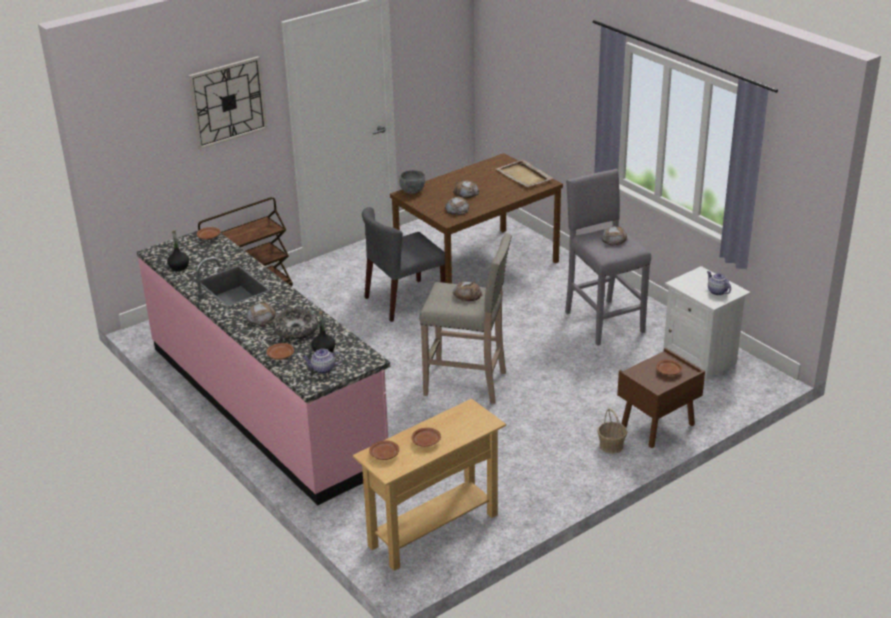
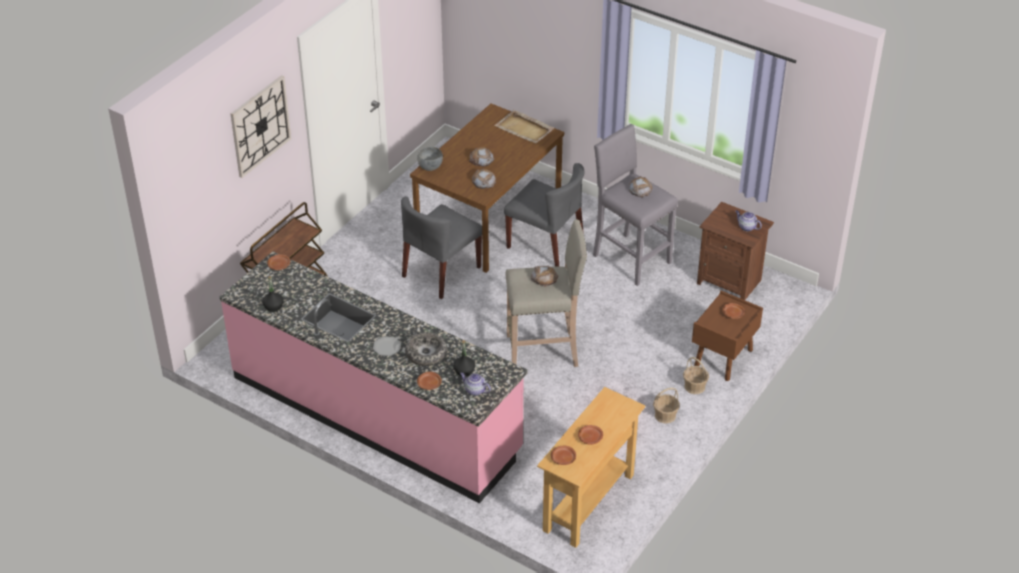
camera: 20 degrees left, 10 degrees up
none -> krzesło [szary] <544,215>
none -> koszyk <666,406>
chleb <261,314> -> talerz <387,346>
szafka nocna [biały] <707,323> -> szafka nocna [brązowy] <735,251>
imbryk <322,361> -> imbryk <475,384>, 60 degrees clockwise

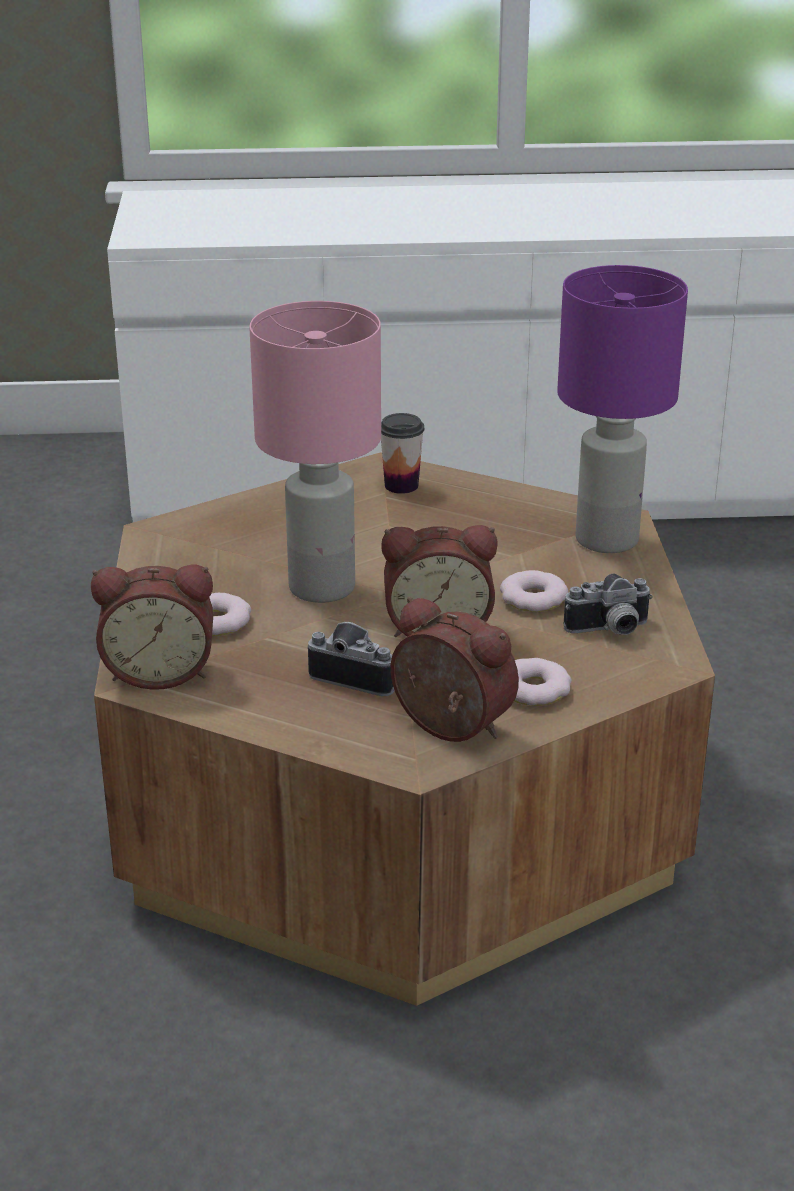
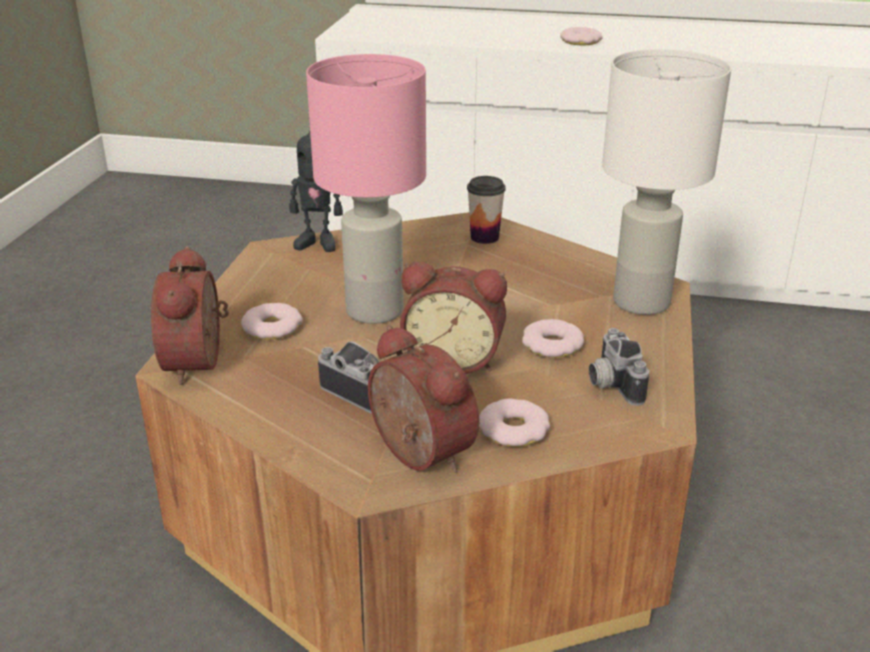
camera: 15 degrees right, 0 degrees up
none -> robot zabawkowy <316,191>
none -> donut <581,36>
lampa stołowa [fioletowy] <622,409> -> lampa stołowa [biały] <667,182>
budzik <152,627> -> budzik <190,315>, 75 degrees clockwise
aparat fotograficzny <608,604> -> aparat fotograficzny <619,367>, 75 degrees clockwise

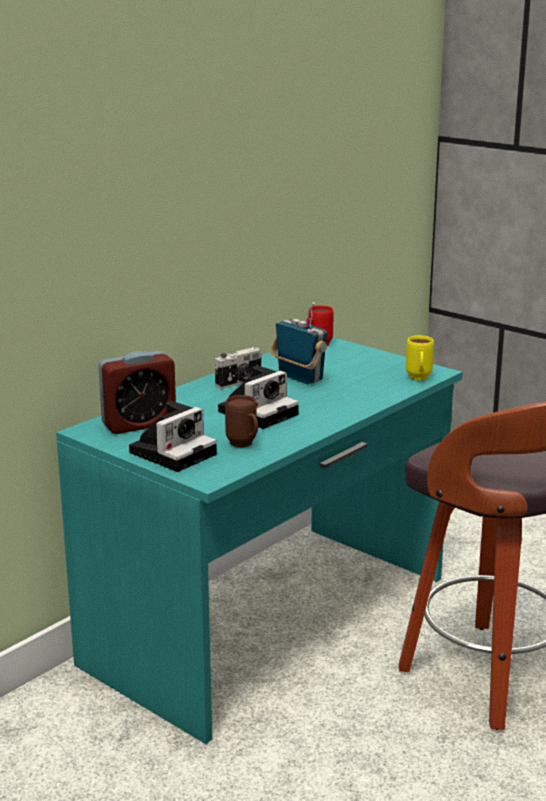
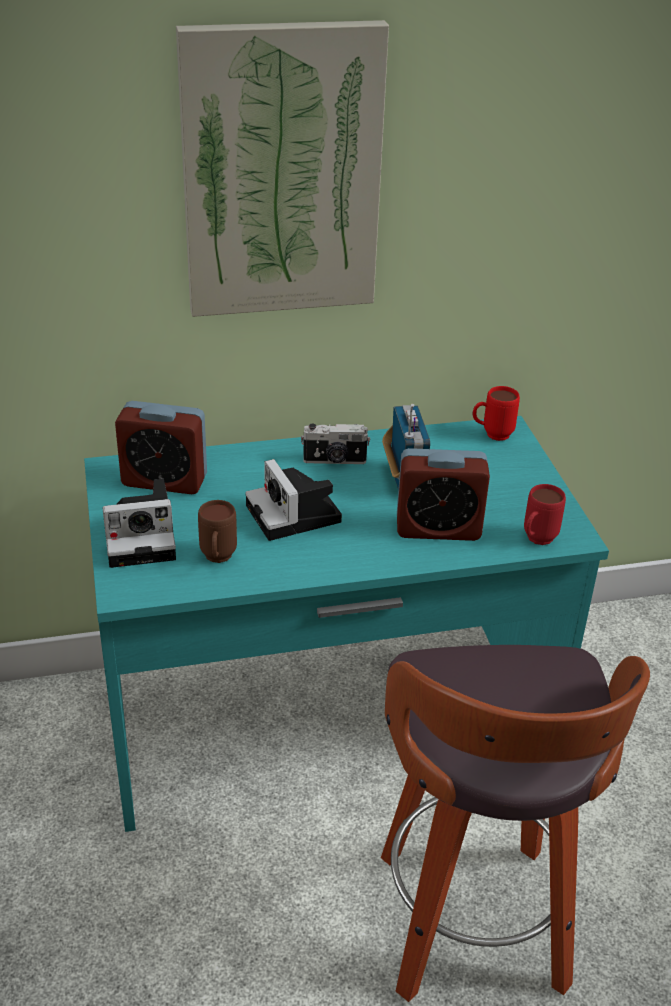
camera: 35 degrees right, 15 degrees up
none -> obraz <282,168>
none -> budzik <443,494>
kubek [żółty] <420,357> -> kubek [czerwony] <545,514>
aparat fotograficzny <258,397> -> aparat fotograficzny <294,500>, 75 degrees clockwise

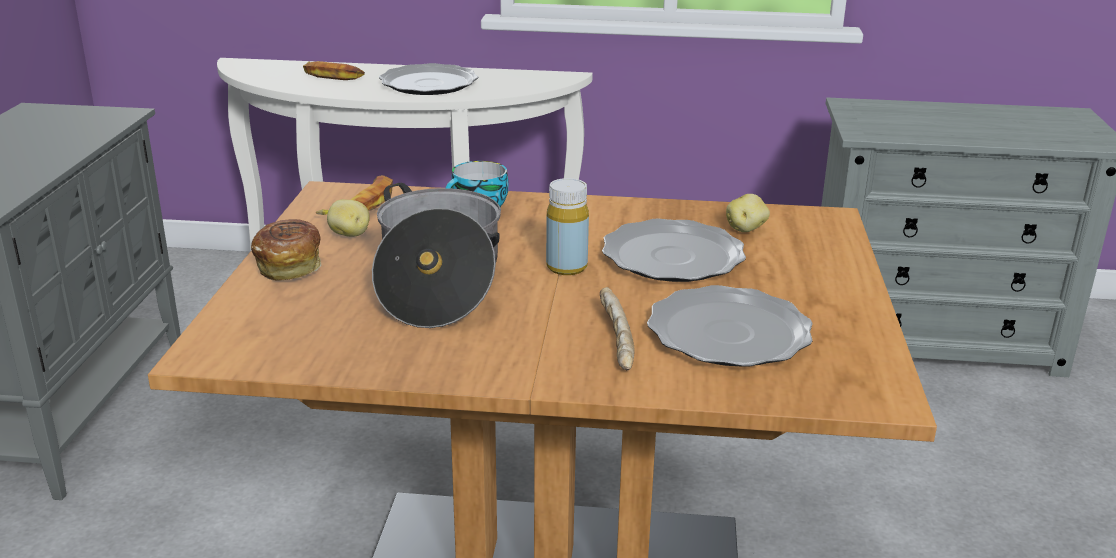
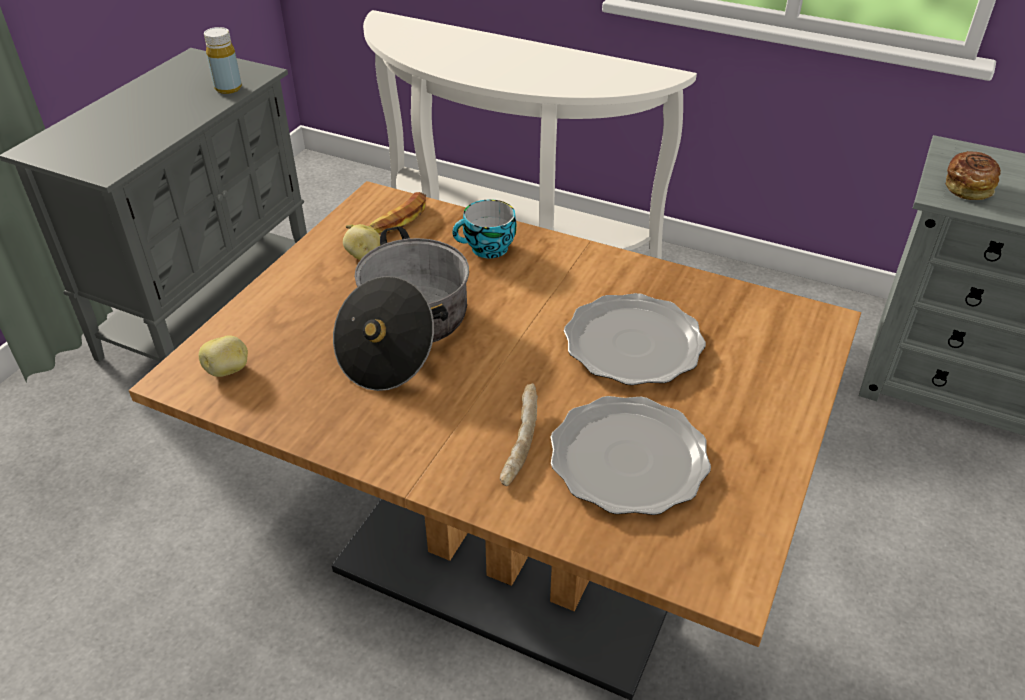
camera: 20 degrees right, 15 degrees up
banan <334,70> -> none
talerz <428,79> -> none
chleb <286,250> -> chleb <973,175>, move
butelka [żółty] <567,226> -> butelka [żółty] <223,60>, move
ziemniak <748,213> -> ziemniak <223,356>, move

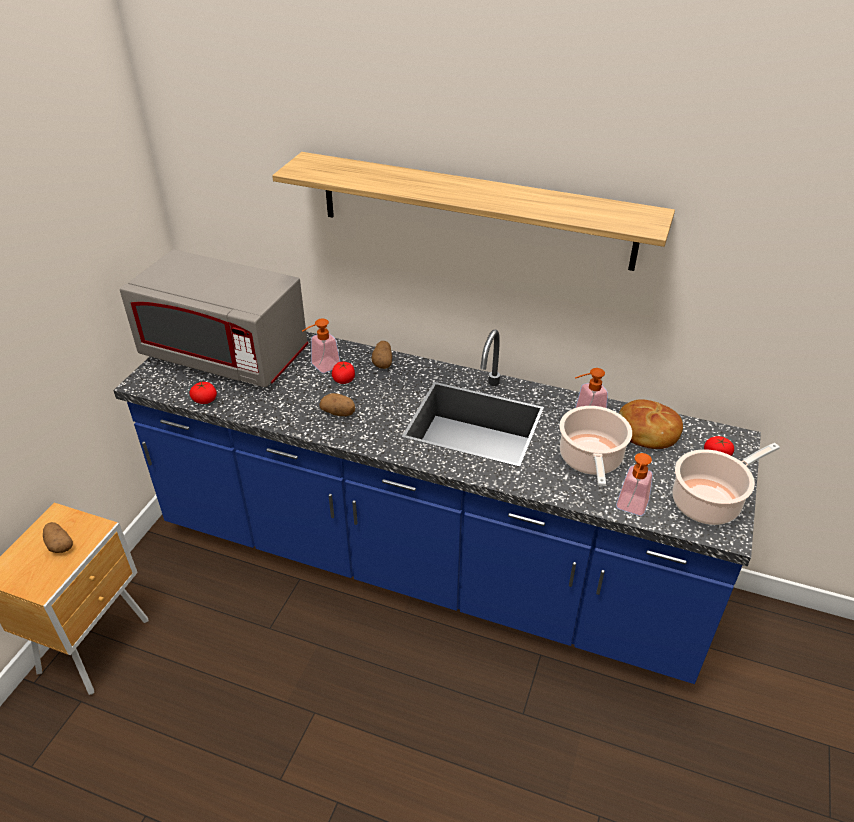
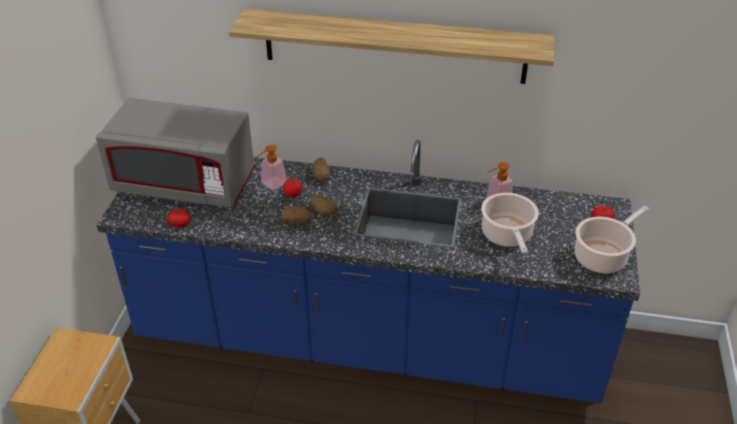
camera: 10 degrees left, 0 degrees up
dozownik mydła <634,484> -> none
chleb <651,424> -> none
ziemniak <58,537> -> ziemniak <324,205>, move

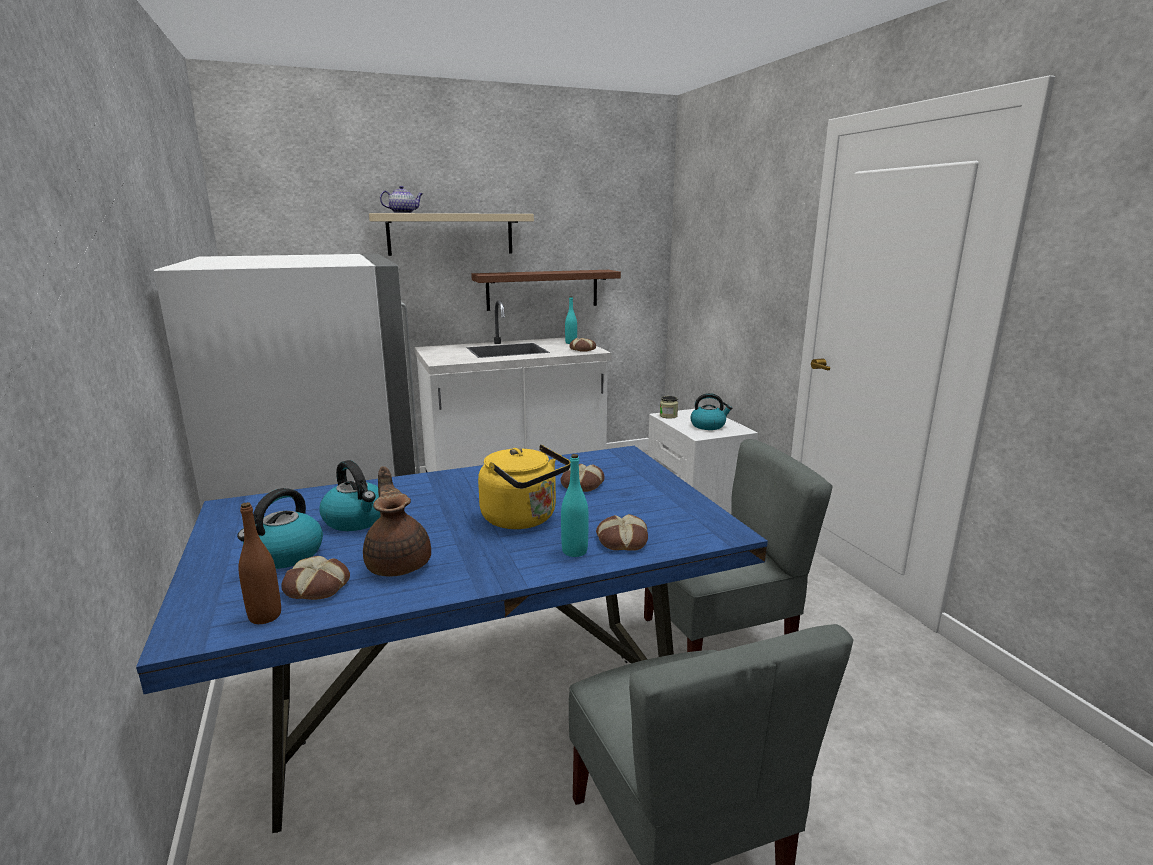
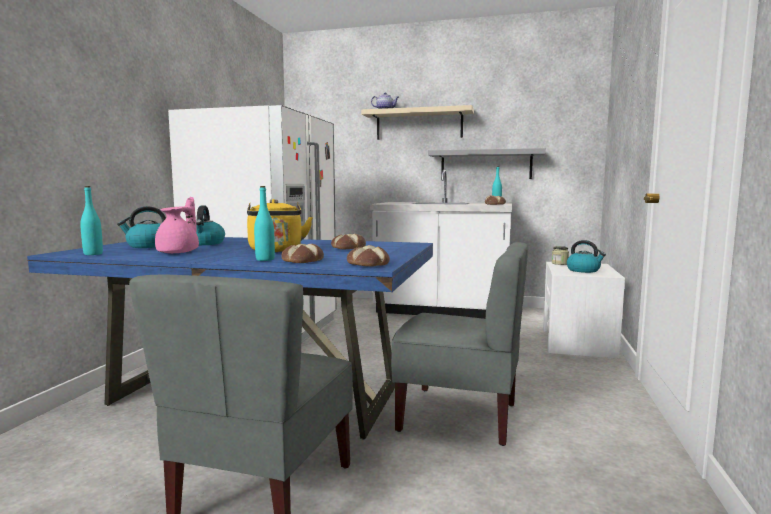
camera: 35 degrees right, 10 degrees down
chleb <315,578> -> chleb <368,256>, move
butelka [brązowy] <259,563> -> butelka [turkusowy] <91,220>
imbryk [brązowy] <397,522> -> imbryk [różowy] <177,225>
półka [brązowy] <546,290> -> półka [szary] <487,163>

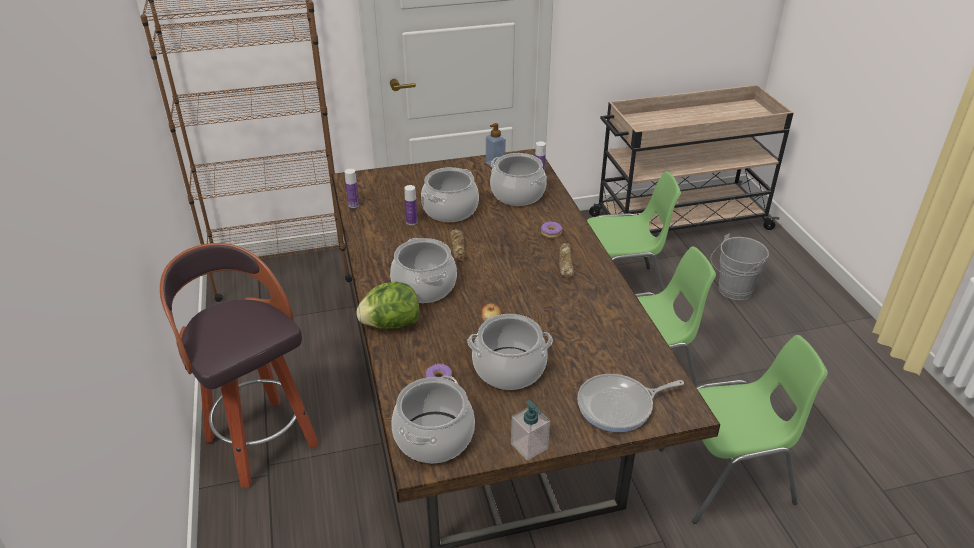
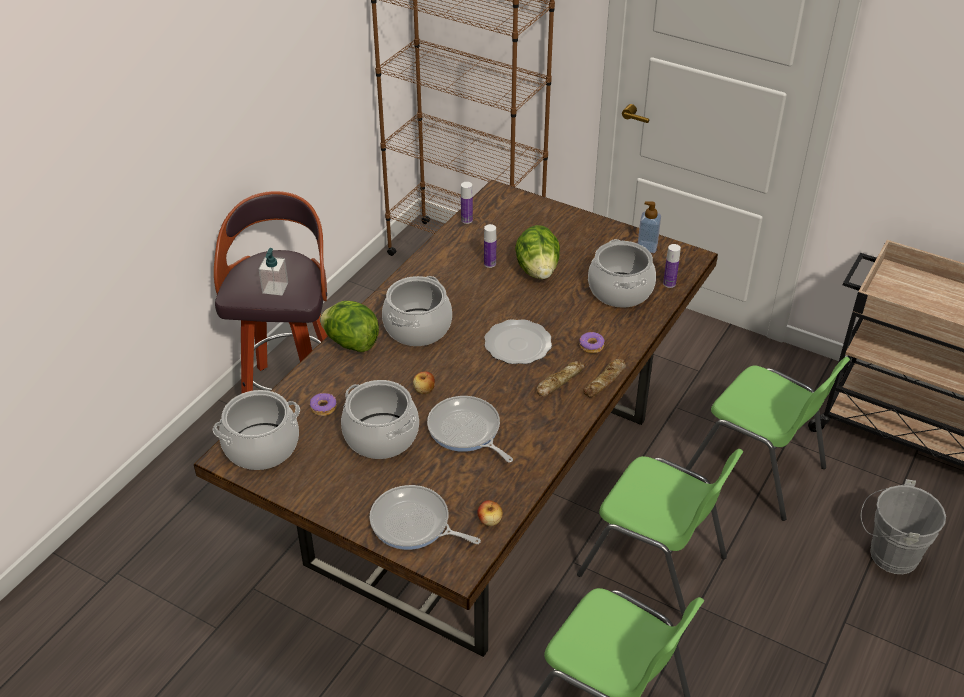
camera: 45 degrees right, 5 degrees up
none -> patelnia <470,429>
none -> jabłko <490,513>
none -> talerz <518,341>
chleb <457,245> -> chleb <604,378>, move
dozownik mydła <530,430> -> dozownik mydła <273,271>, move
garnek <450,194> -> sałata <537,252>

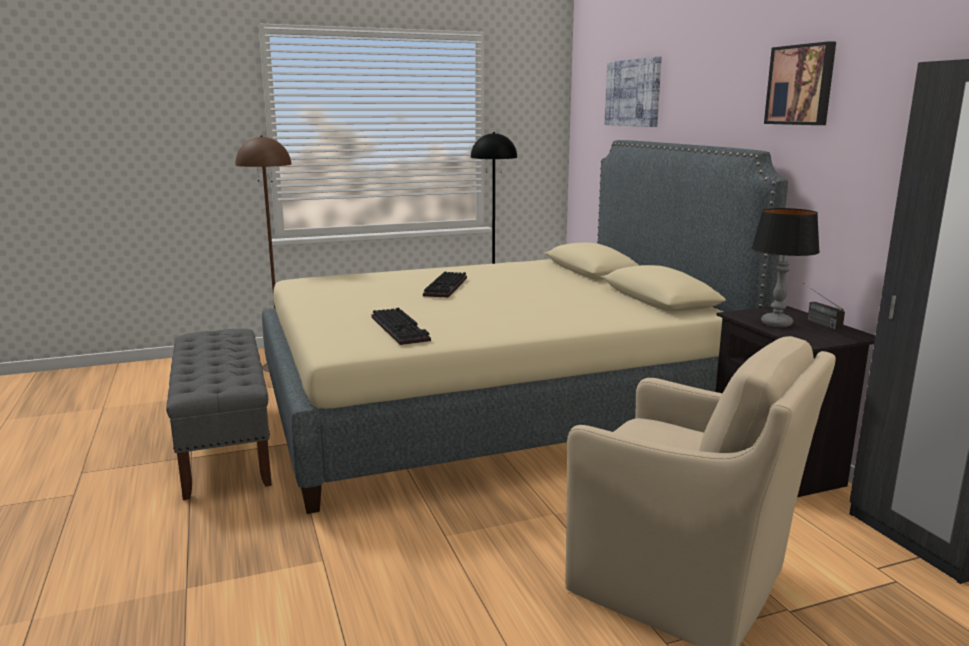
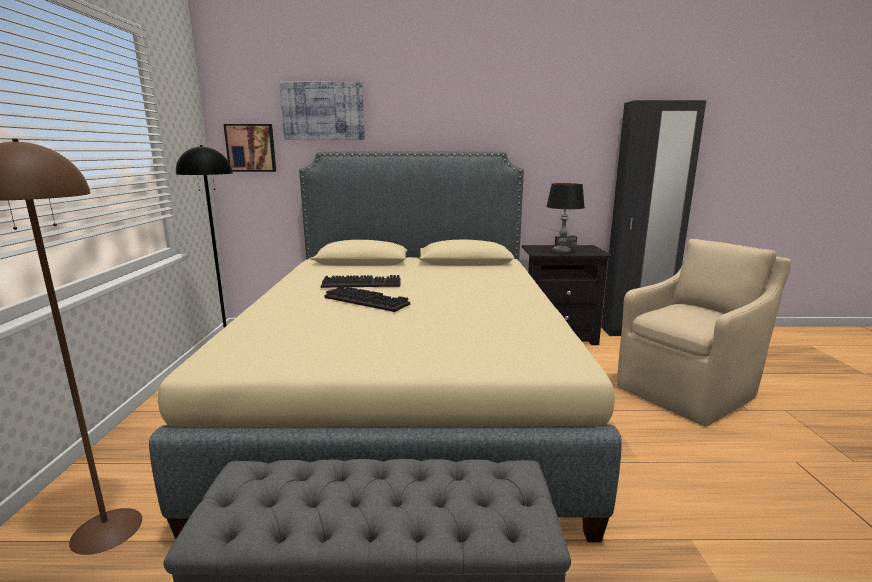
camera: 70 degrees left, 0 degrees up
klawiatura <401,326> -> klawiatura <361,281>, move
obraz <800,83> -> obraz <249,148>, move

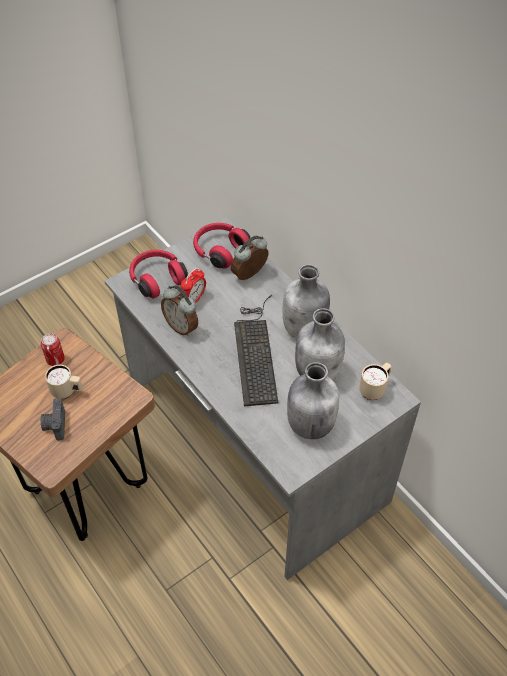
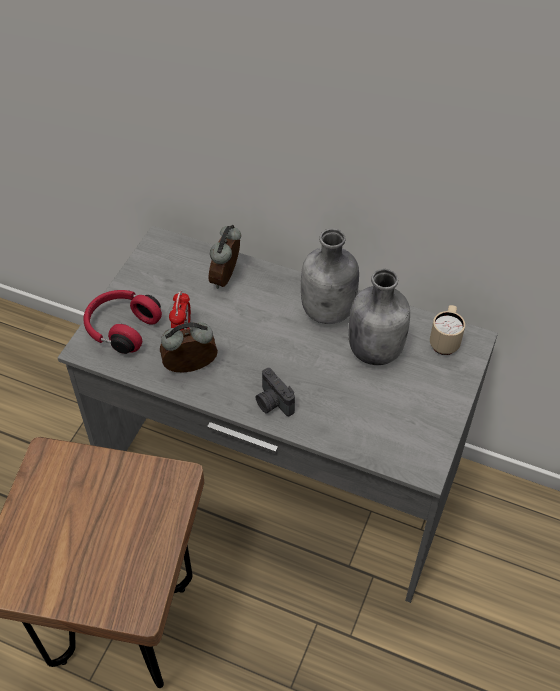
camera: 30 degrees left, 0 degrees up
puszka <53,349> -> none
kubek [beżowy] <64,382> -> none
słuchawki [czerwony] <221,246> -> none
klawiatura <256,350> -> none
butelka [szary] <313,400> -> none
aparat fotograficzny <53,419> -> aparat fotograficzny <275,392>, move
budzik <179,311> -> budzik <189,347>, 150 degrees clockwise

